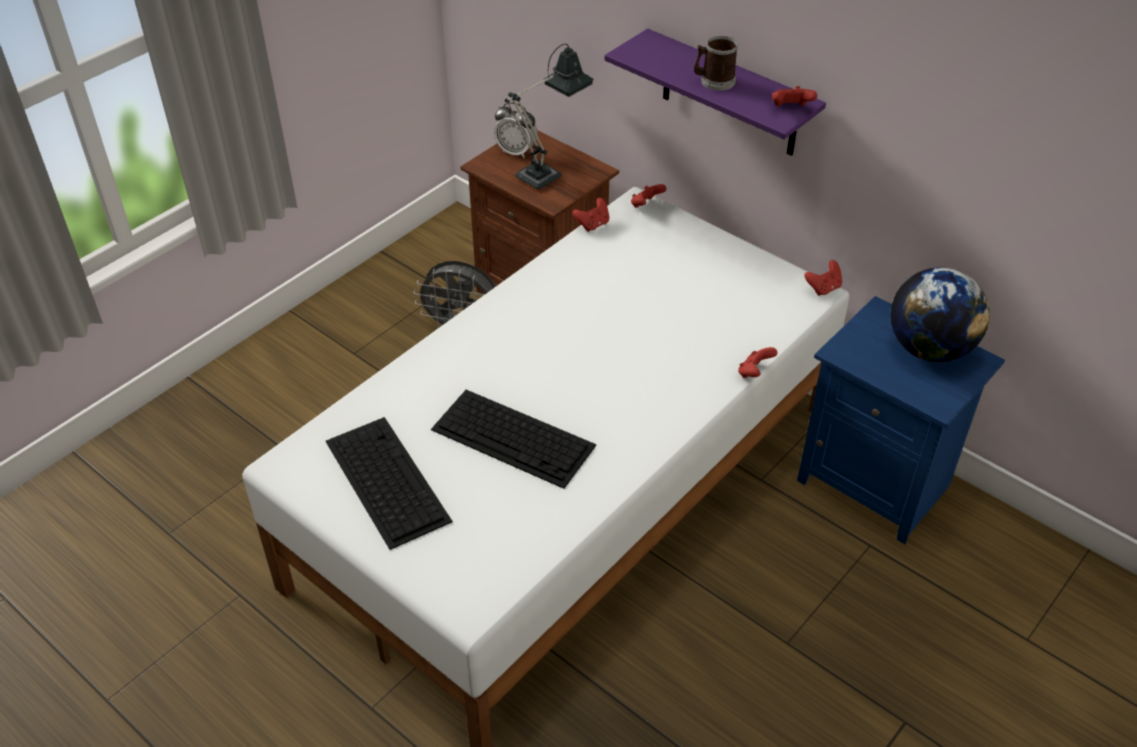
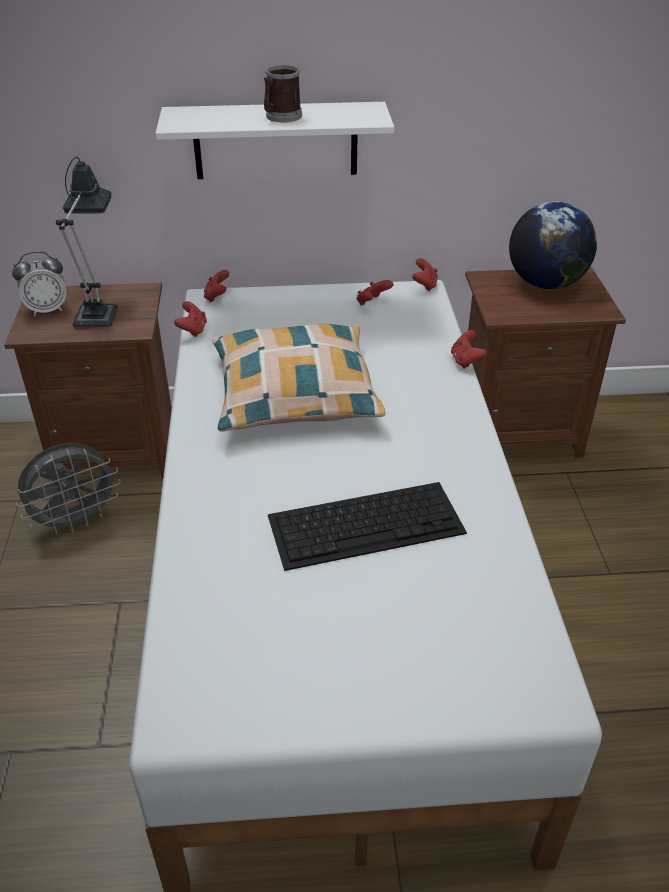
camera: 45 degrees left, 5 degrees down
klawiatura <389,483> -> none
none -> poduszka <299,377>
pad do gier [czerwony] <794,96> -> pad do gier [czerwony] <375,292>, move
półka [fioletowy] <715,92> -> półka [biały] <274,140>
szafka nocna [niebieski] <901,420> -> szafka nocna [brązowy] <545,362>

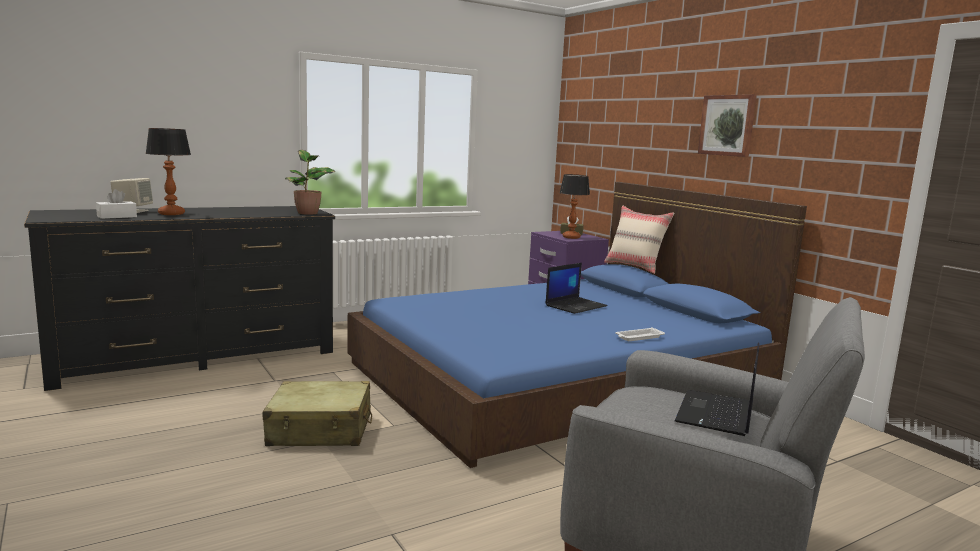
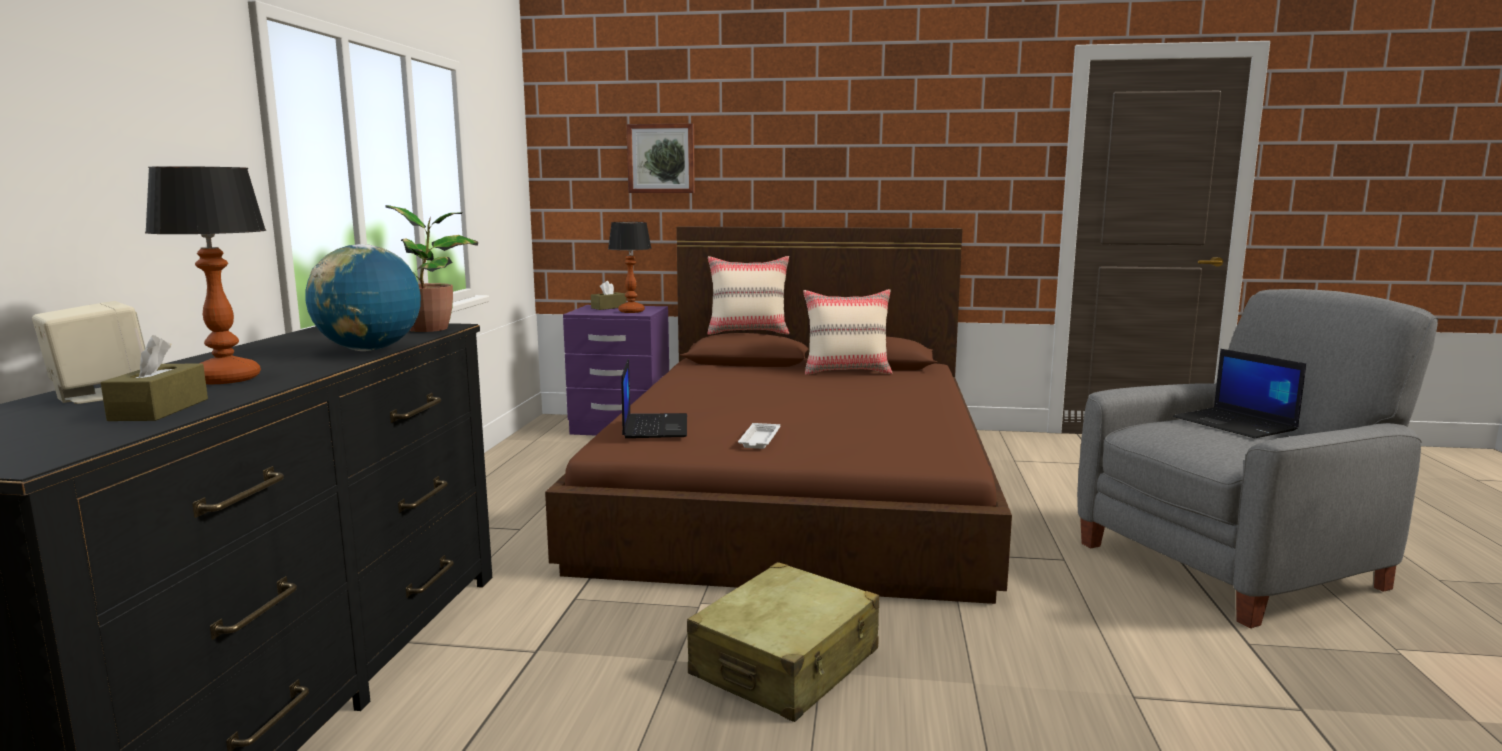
camera: 50 degrees left, 0 degrees up
none -> globus <363,297>
none -> poduszka [beżowy] <848,332>
laptop <576,288> -> laptop <654,398>, move
taca [biały] <640,334> -> taca [biały] <759,436>, move
obraz <727,125> -> obraz <661,158>, move
pudełko chusteczek [biały] <116,204> -> pudełko chusteczek [brązowy] <154,378>
łóżko [niebieski] <577,325> -> łóżko [brązowy] <778,415>

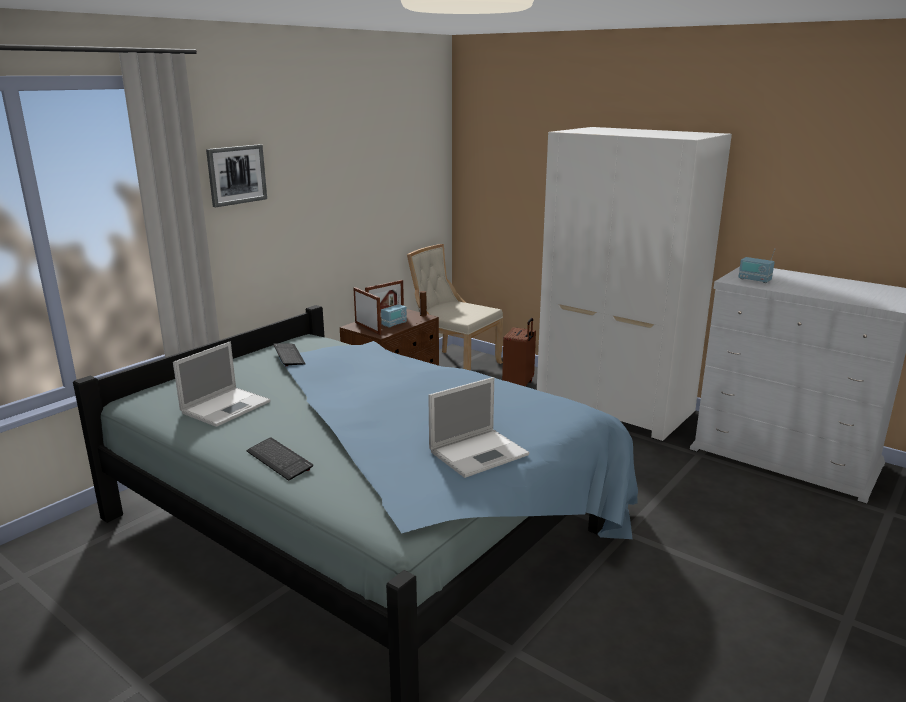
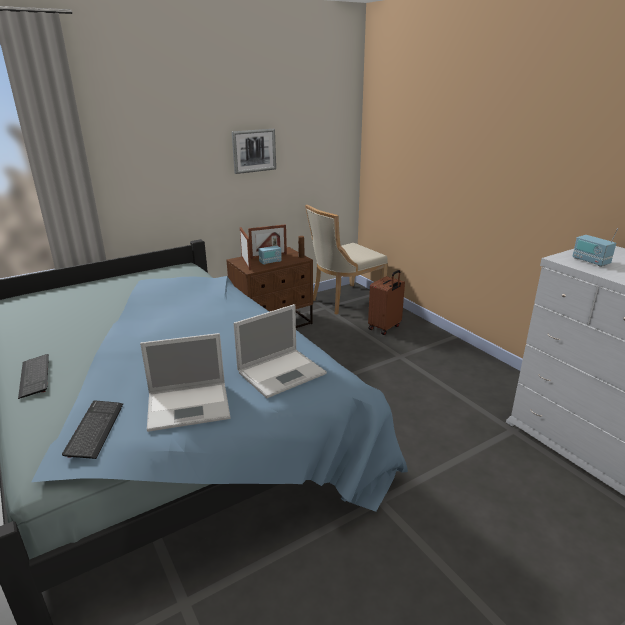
camera: 20 degrees right, 5 degrees up
szafa [biały] <634,284> -> none
laptop <221,384> -> laptop <280,351>, move
obraz <236,175> -> obraz <254,151>, move
klawiatura <289,355> -> klawiatura <92,430>, move
krzesło [beżowy] <455,307> -> krzesło [beżowy] <346,259>, 90 degrees counterclockwise

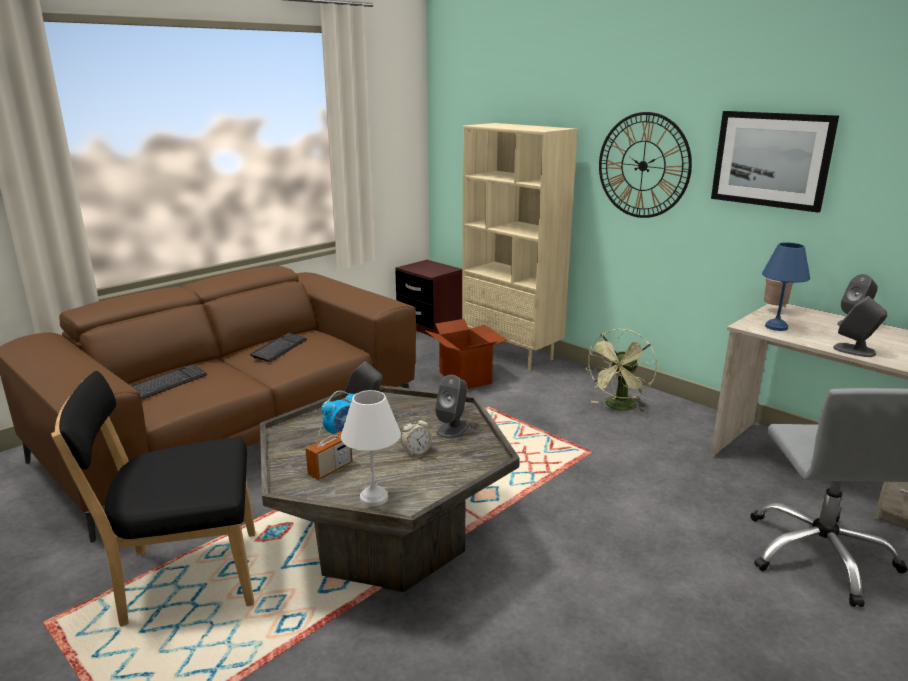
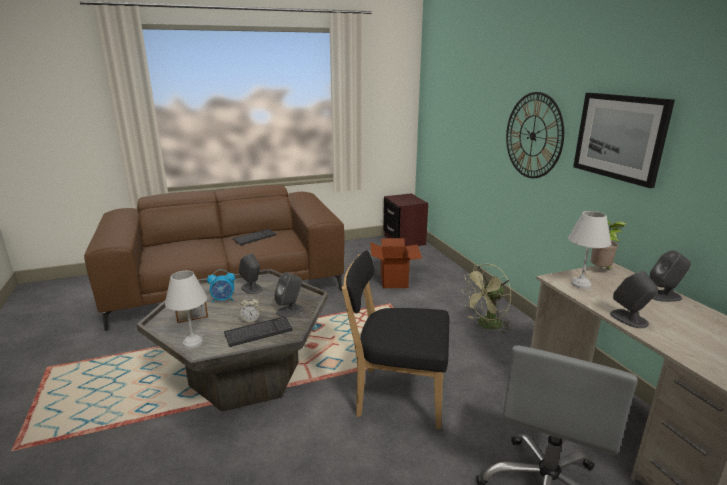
camera: 25 degrees right, 0 degrees up
regał [beżowy] <520,247> -> none
krzesło [czarny] <153,499> -> krzesło [czarny] <395,339>, move
klawiatura <170,381> -> klawiatura <258,332>, move
lampa stołowa [niebieski] <786,286> -> lampa stołowa [biały] <589,250>

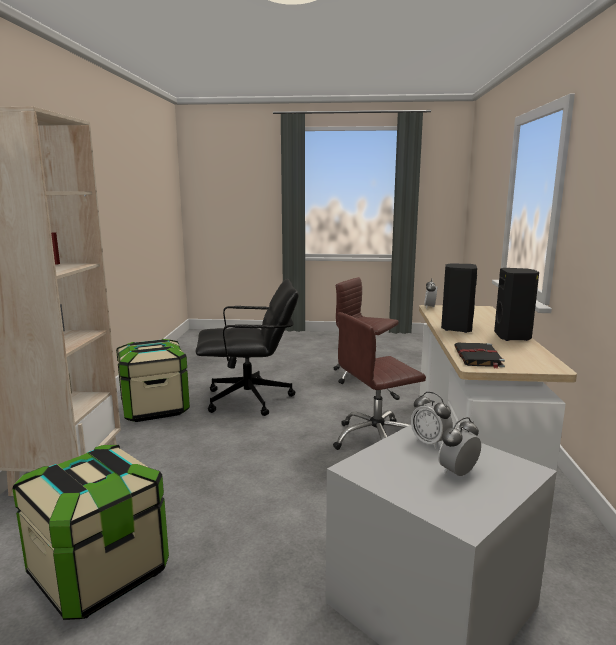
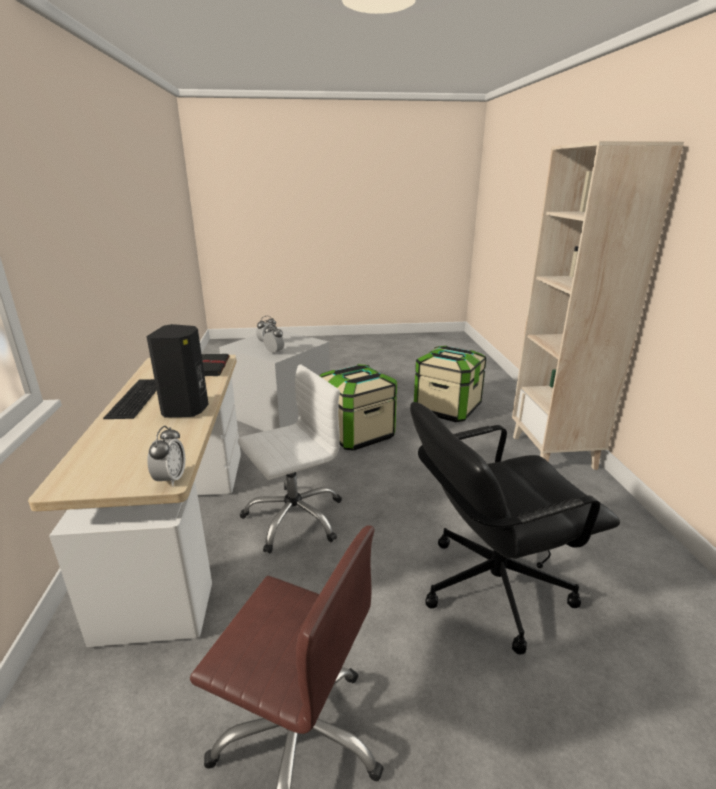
camera: 170 degrees right, 10 degrees up
pojemnik do przechowywania <153,380> -> pojemnik do przechowywania <358,407>, move
głośnik [czarny] <516,304> -> klawiatura <130,399>
krzesło biurowe [brązowy] <379,381> -> krzesło biurowe [biały] <290,459>

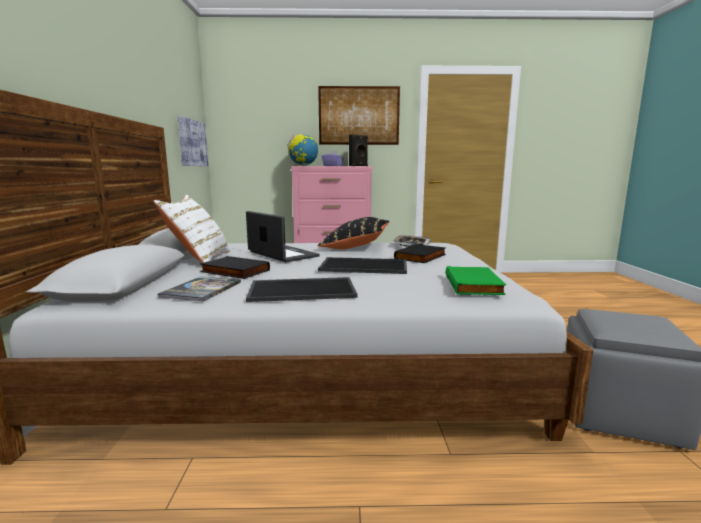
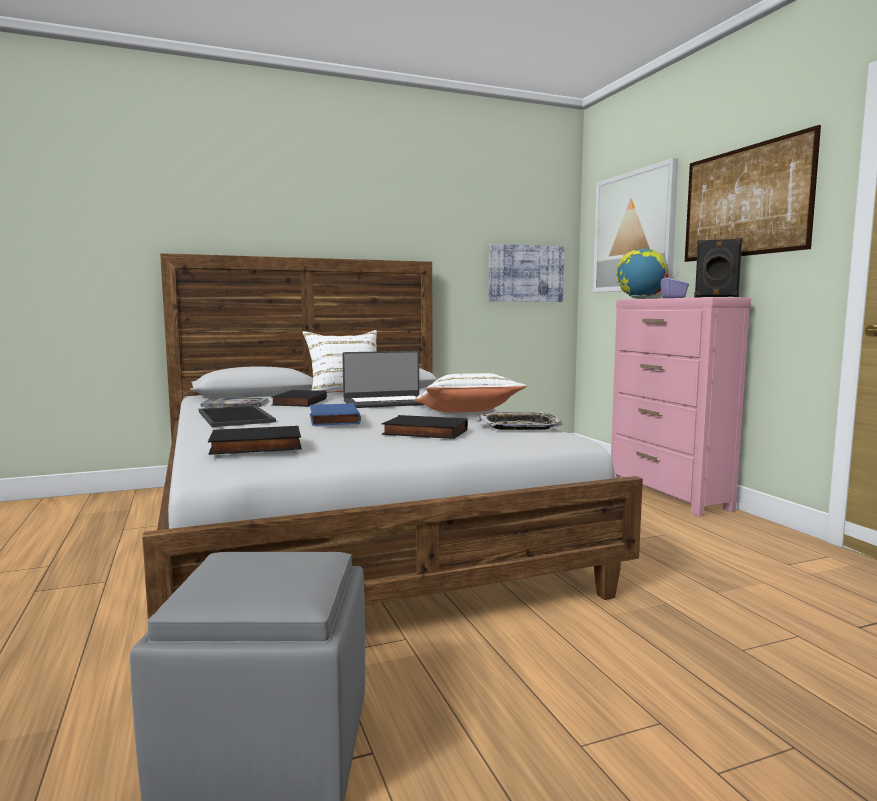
camera: 70 degrees right, 5 degrees down
none -> obraz <635,225>
taca <362,265> -> książka [niebieski] <335,414>
poduszka [czarny] <353,233> -> poduszka [biały] <470,392>
książka [zielony] <476,280> -> książka [czarny] <255,440>
laptop <283,236> -> laptop <382,379>, 45 degrees clockwise

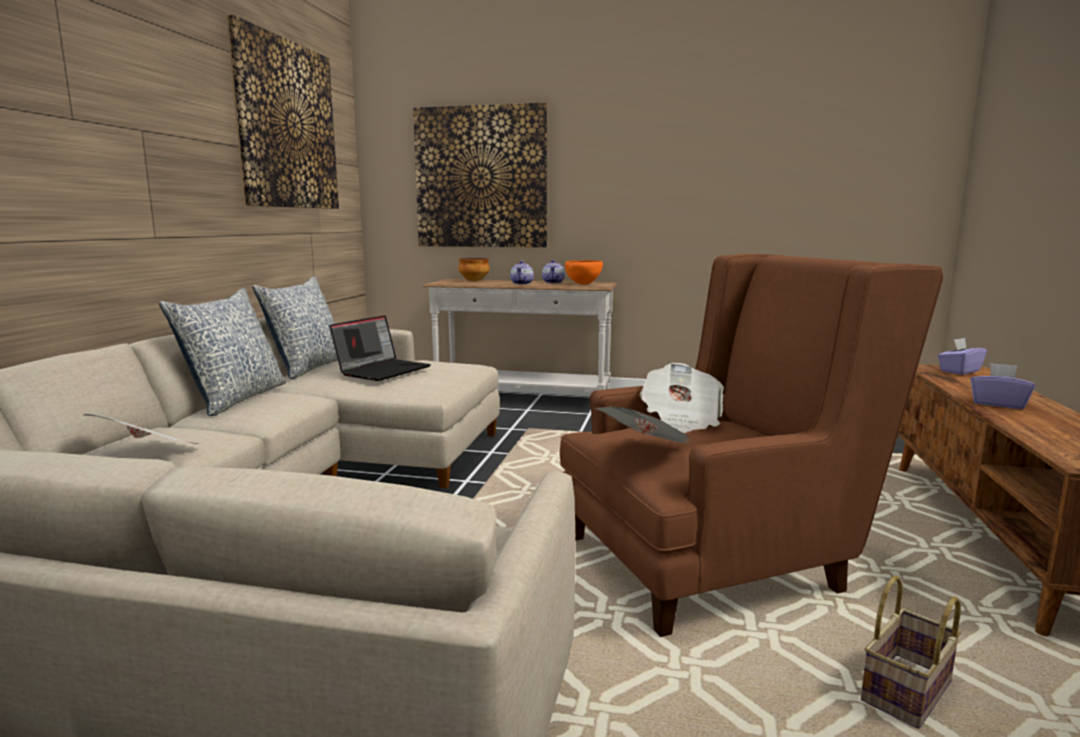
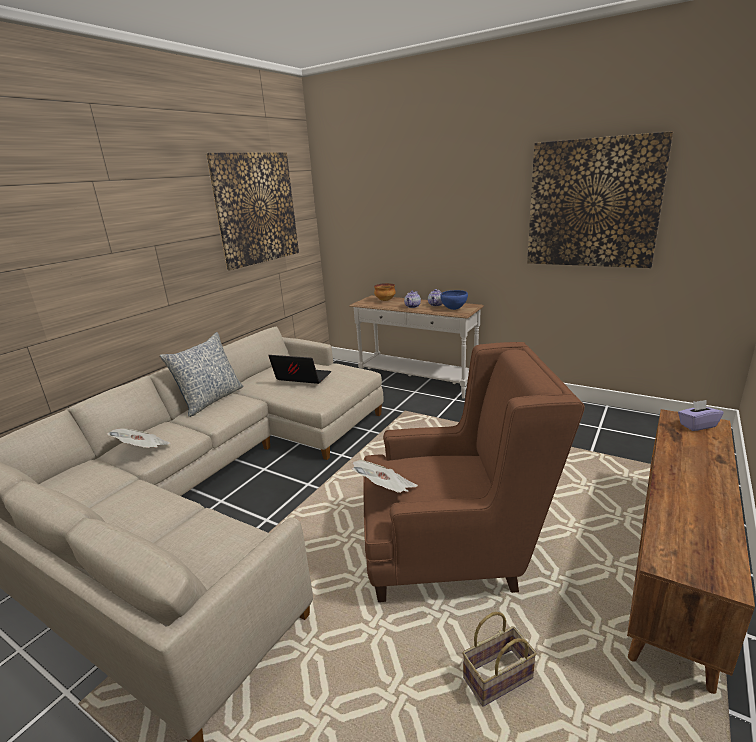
camera: 20 degrees right, 10 degrees up
poduszka <295,327> -> none
gazeta <682,398> -> none
pudełko chusteczek [fioletowy] <1002,386> -> none
obraz <480,174> -> obraz <600,199>, move
miska [pomarańczowy] <584,272> -> miska [niebieski] <454,300>
laptop <380,348> -> laptop <299,369>, 120 degrees counterclockwise

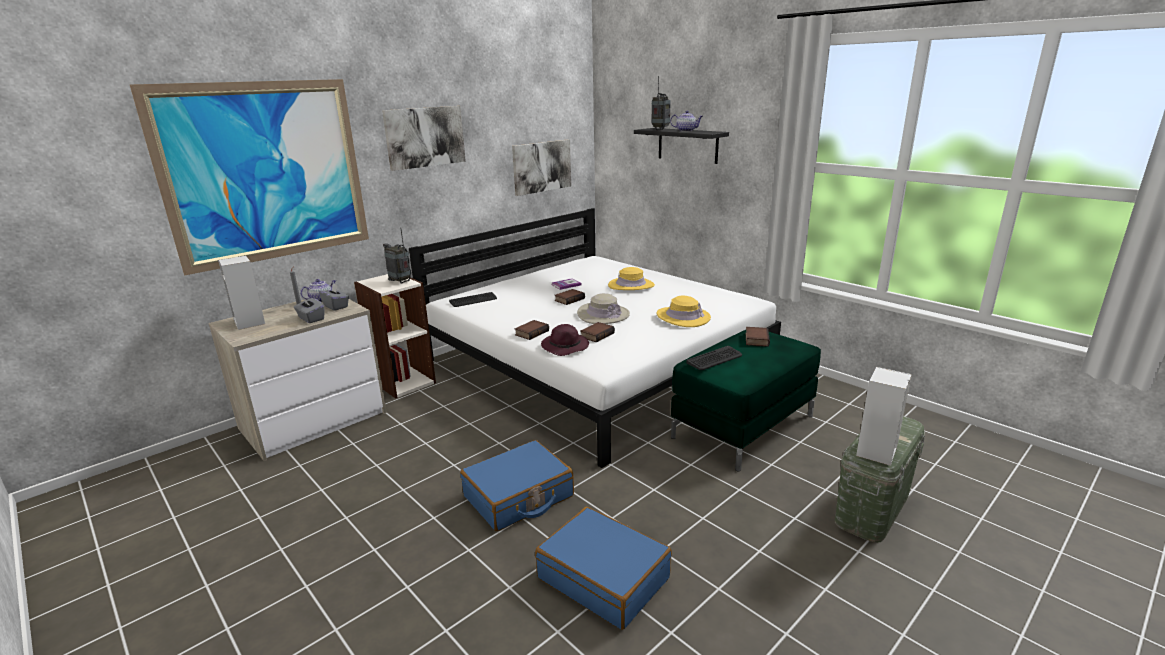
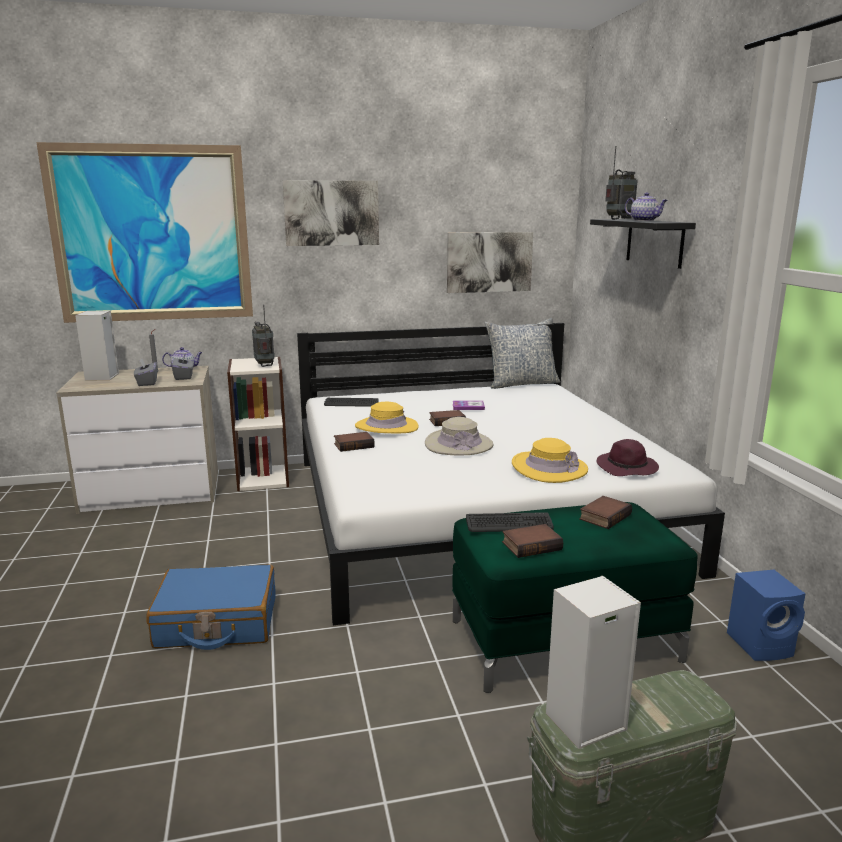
camera: 30 degrees right, 5 degrees down
walizka [niebieski] <603,568> -> none
none -> poduszka <522,353>
none -> głośnik [niebieski] <766,615>
kapelusz [fioletowy] <565,340> -> kapelusz [fioletowy] <627,457>, move
książka <597,332> -> książka <532,541>, move
kapelusz [żółty] <631,278> -> kapelusz [żółty] <387,417>, move

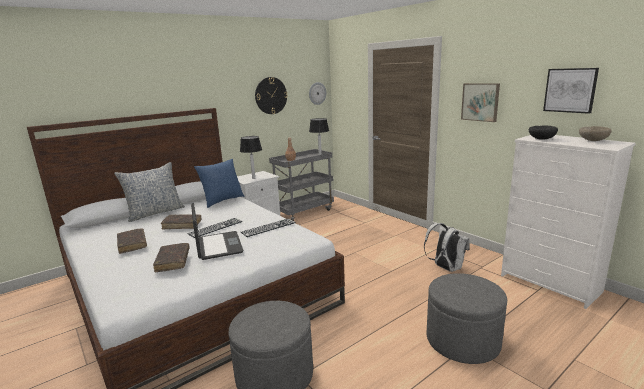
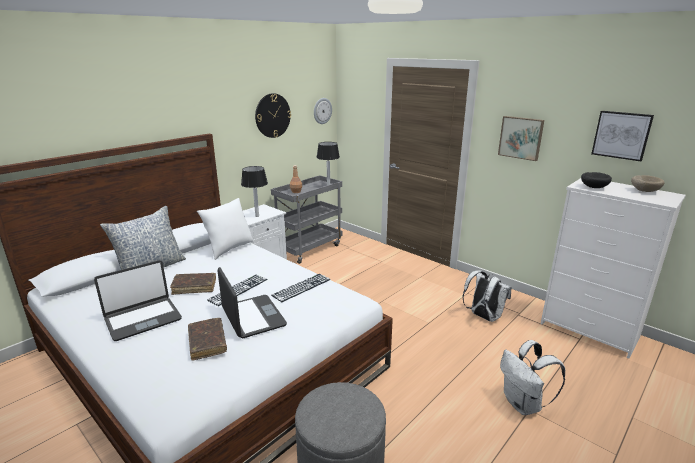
camera: 10 degrees left, 5 degrees up
książka [brązowy] <132,241> -> laptop <138,300>
pufa [szary] <467,318> -> plecak [biały] <532,377>
poduszka [niebieski] <219,183> -> poduszka [biały] <225,229>

